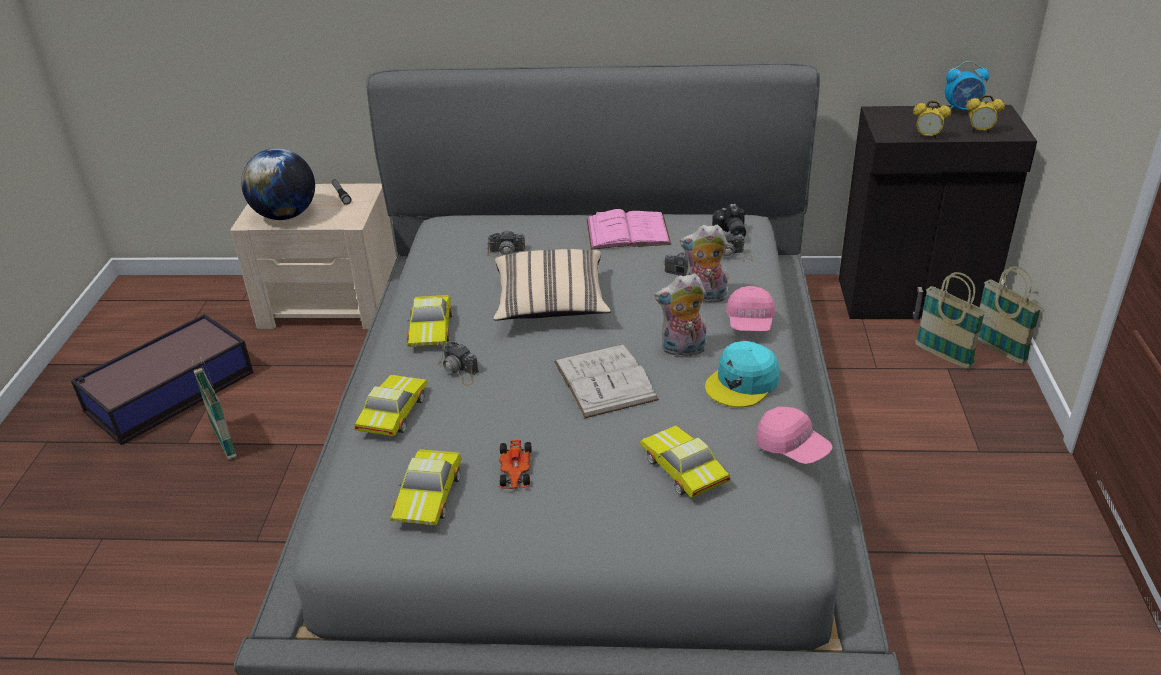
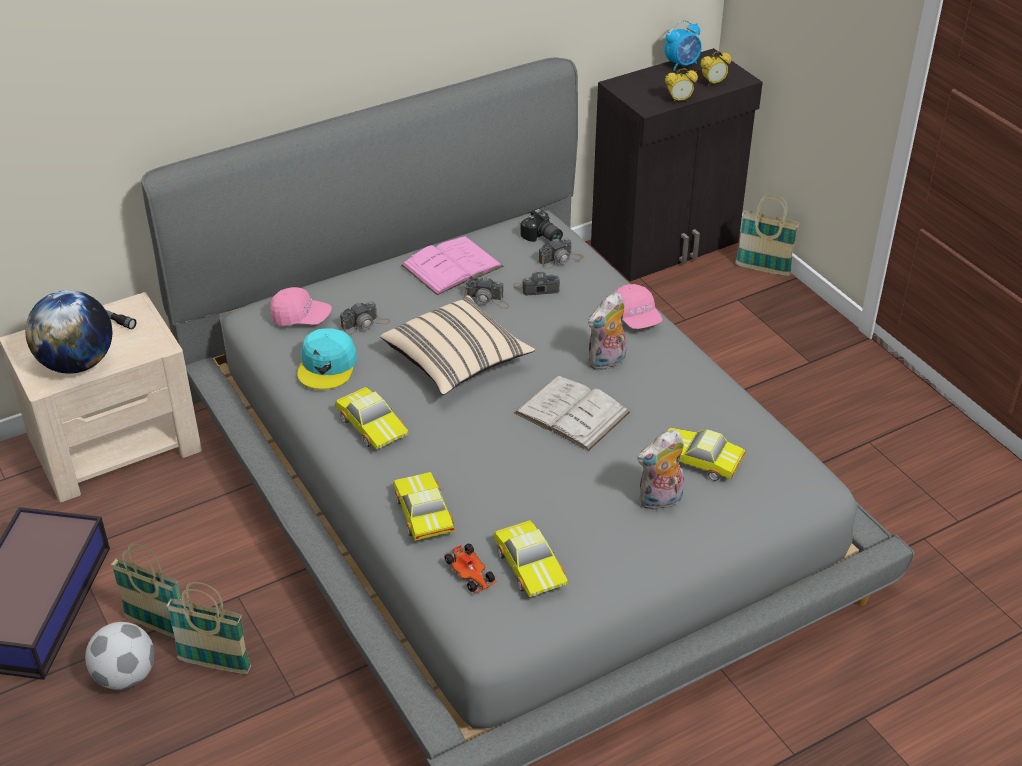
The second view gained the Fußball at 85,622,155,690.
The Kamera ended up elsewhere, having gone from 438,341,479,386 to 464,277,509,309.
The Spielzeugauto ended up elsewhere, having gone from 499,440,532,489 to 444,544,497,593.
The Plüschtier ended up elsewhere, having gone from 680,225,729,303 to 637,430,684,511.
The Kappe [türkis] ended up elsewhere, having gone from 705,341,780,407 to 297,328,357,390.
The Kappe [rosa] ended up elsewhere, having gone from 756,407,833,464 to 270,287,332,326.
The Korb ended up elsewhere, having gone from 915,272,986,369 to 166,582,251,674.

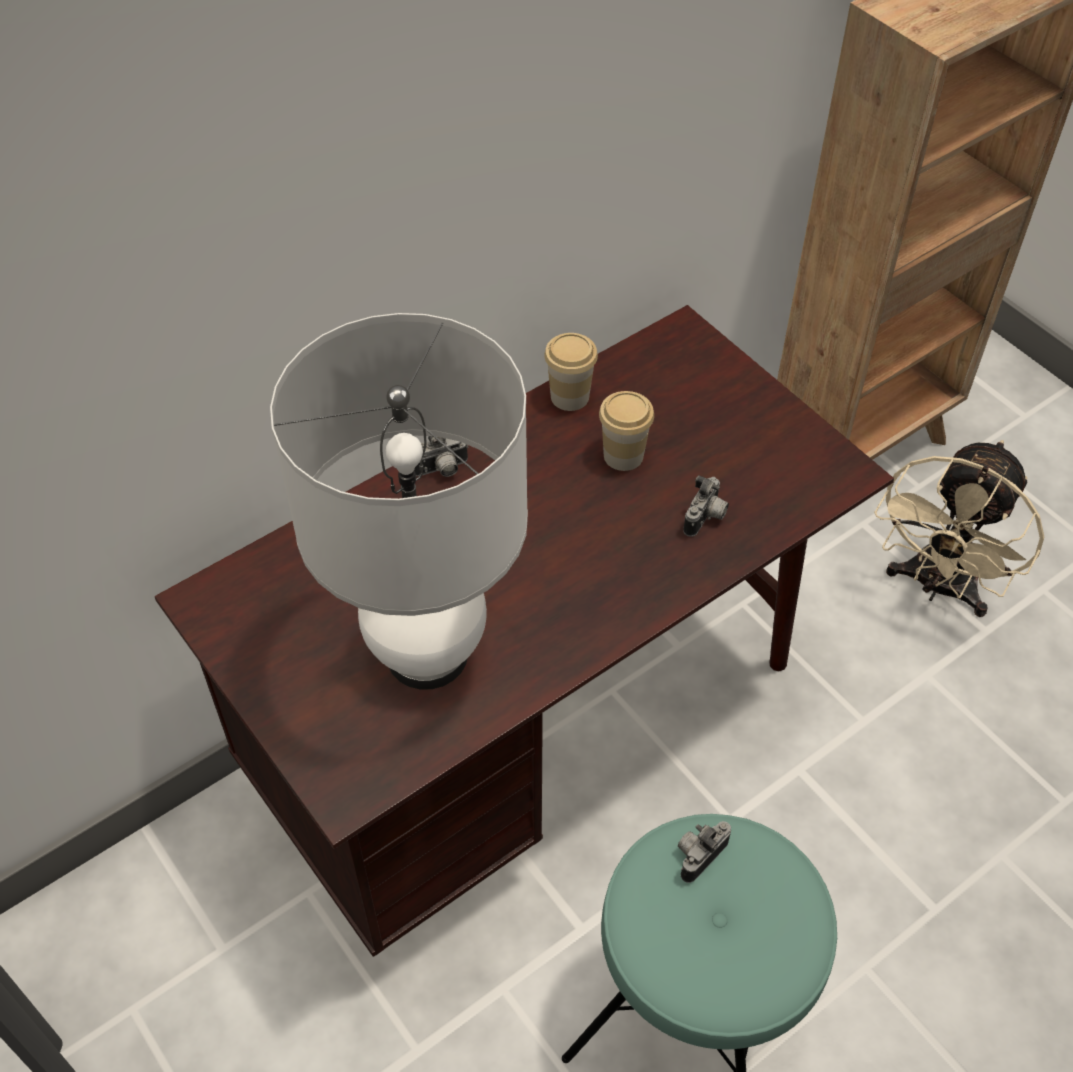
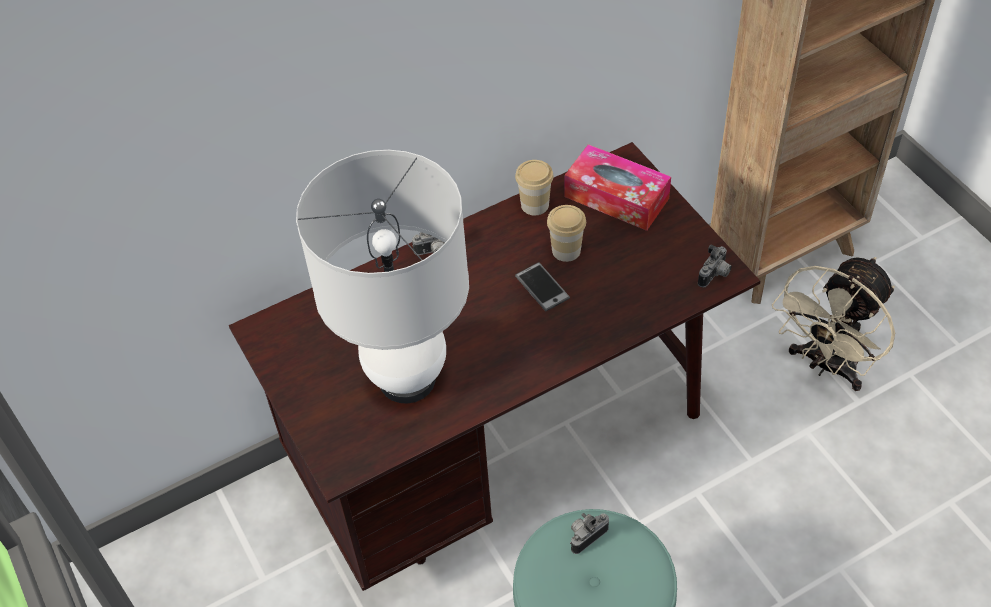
The second view gained the Handy at 515,262,570,311.
The second view gained the Taschentuchbox at 564,144,671,231.
The Kamera ended up elsewhere, having gone from 683,475,729,537 to 698,245,732,287.

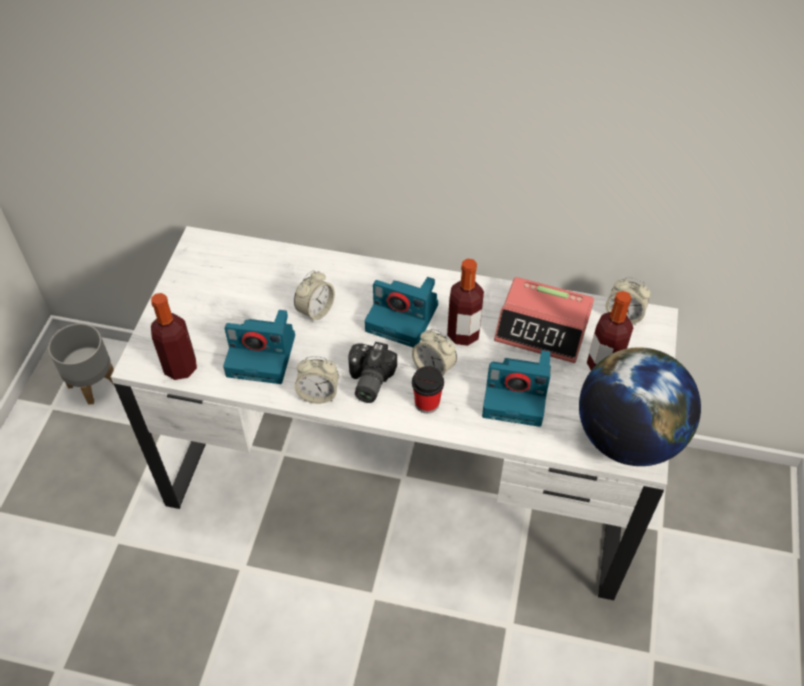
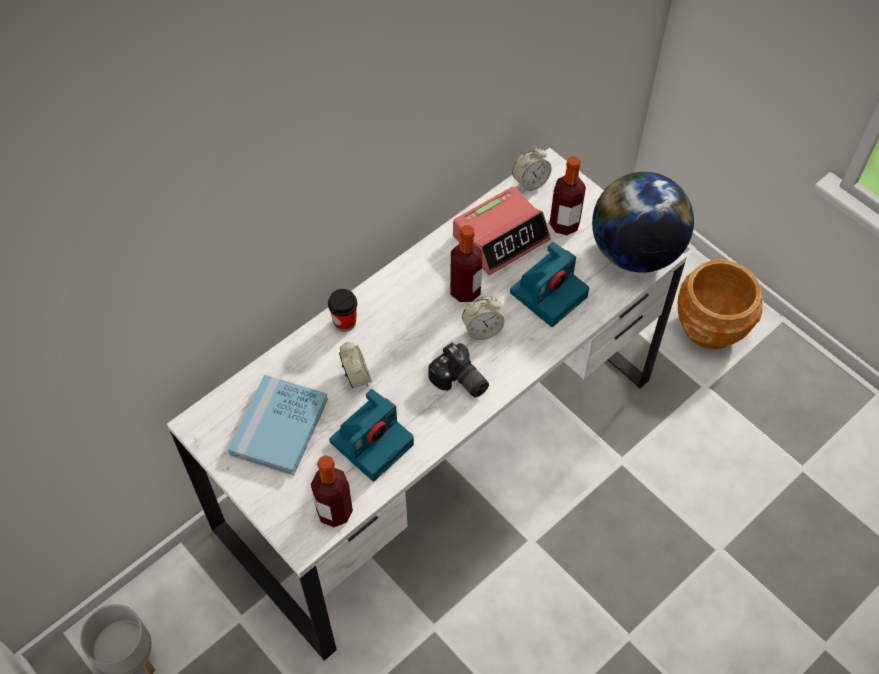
The second view lost the Wecker at 295,356,339,404.
The second view lost the Kamera at 365,277,438,347.
The second view gained the Buch [blau] at 228,375,328,475.
The second view gained the Pflanzkübel [braun] at 678,260,763,350.
The Tasse ended up elsewhere, having gone from 412,366,444,414 to 328,289,358,332.

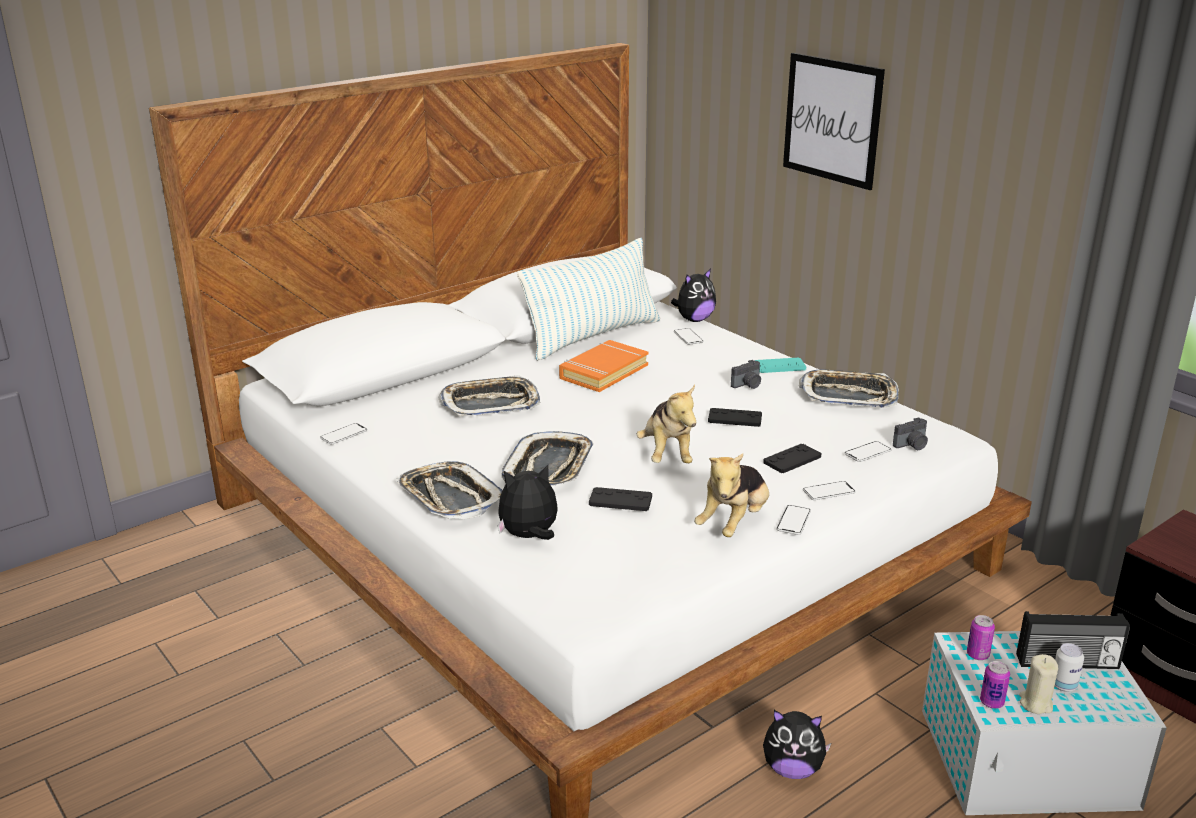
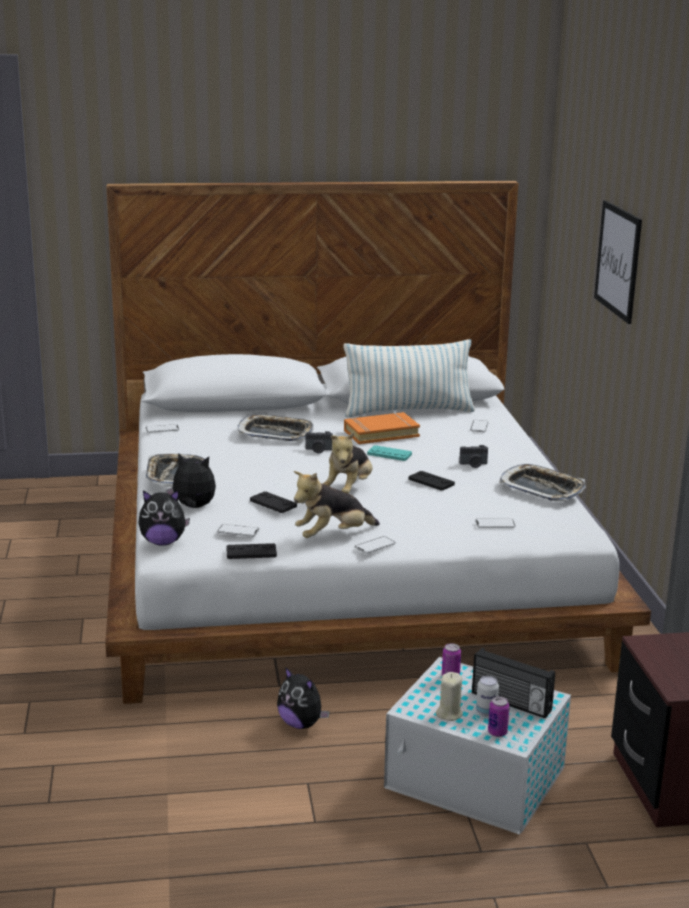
The second view lost the Tablett at 502,431,593,486.
The Plüschtier ended up elsewhere, having gone from 671,269,716,322 to 138,490,190,546.
The Gamepad [türkis] ended up elsewhere, having gone from 755,357,806,373 to 367,445,412,461.
The Gamepad [schwarz] ended up elsewhere, having gone from 763,444,821,473 to 226,543,277,559.
The Handy ended up elsewhere, having gone from 803,481,855,500 to 217,524,260,537.
The Kamera ended up elsewhere, having gone from 893,418,928,450 to 305,431,333,453.
The Dose ended up elsewhere, having gone from 980,661,1010,709 to 488,696,510,737.

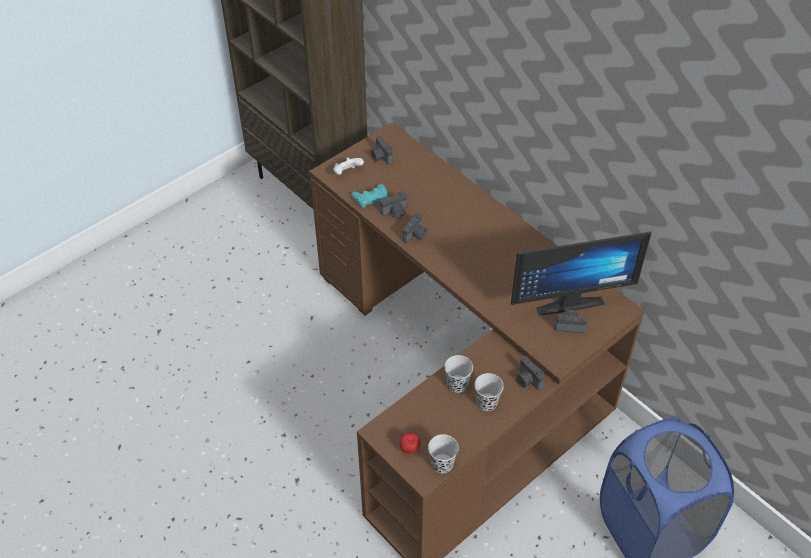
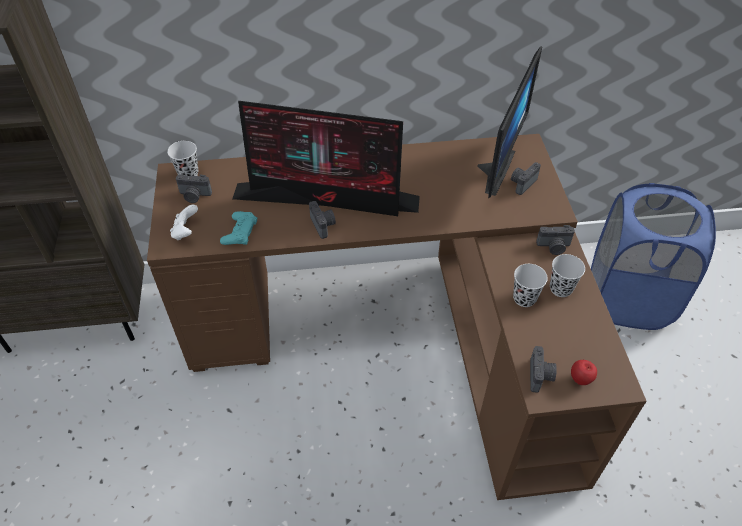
The second view gained the Monitor at 233,101,420,216.
The Kamera ended up elsewhere, having gone from 380,191,407,218 to 530,346,557,393.
The Tasse [schwarz] ended up elsewhere, having gone from 428,434,459,473 to 167,141,198,176.

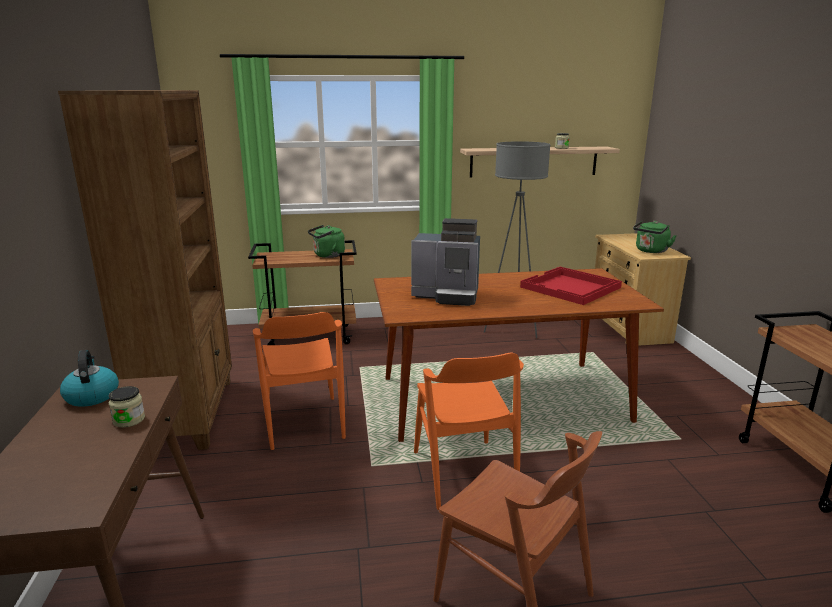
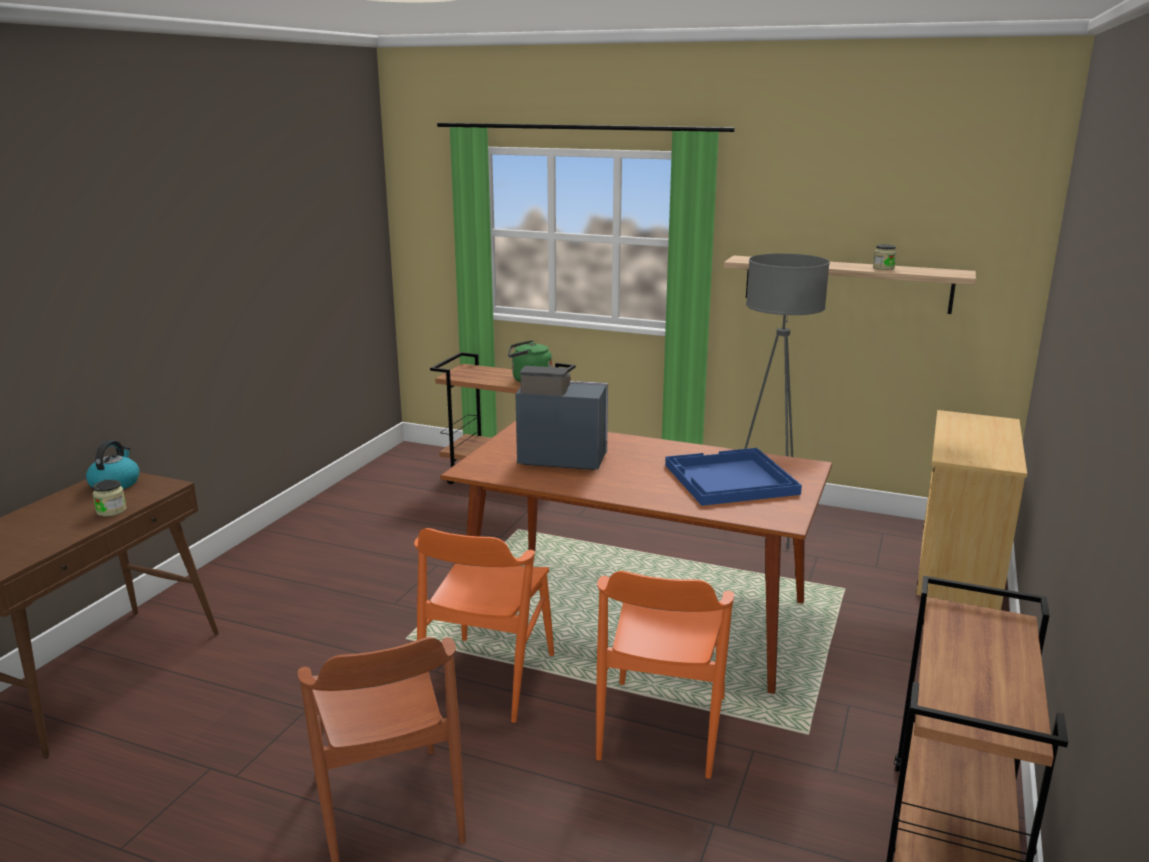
The second view lost the Bücherregal [braun] at 58,90,232,450.
The second view lost the Wasserkessel [grün] at 633,221,677,253.
The Stuhl [orange] ended up elsewhere, having gone from 253,312,346,450 to 596,571,734,779.
What was the Tablett [rot] at 520,267,622,305 turned into the Tablett [blau] at 665,448,802,506.
The Kaffeemaschine at 411,218,480,306 ended up facing another way, 150 degrees clockwise from before.

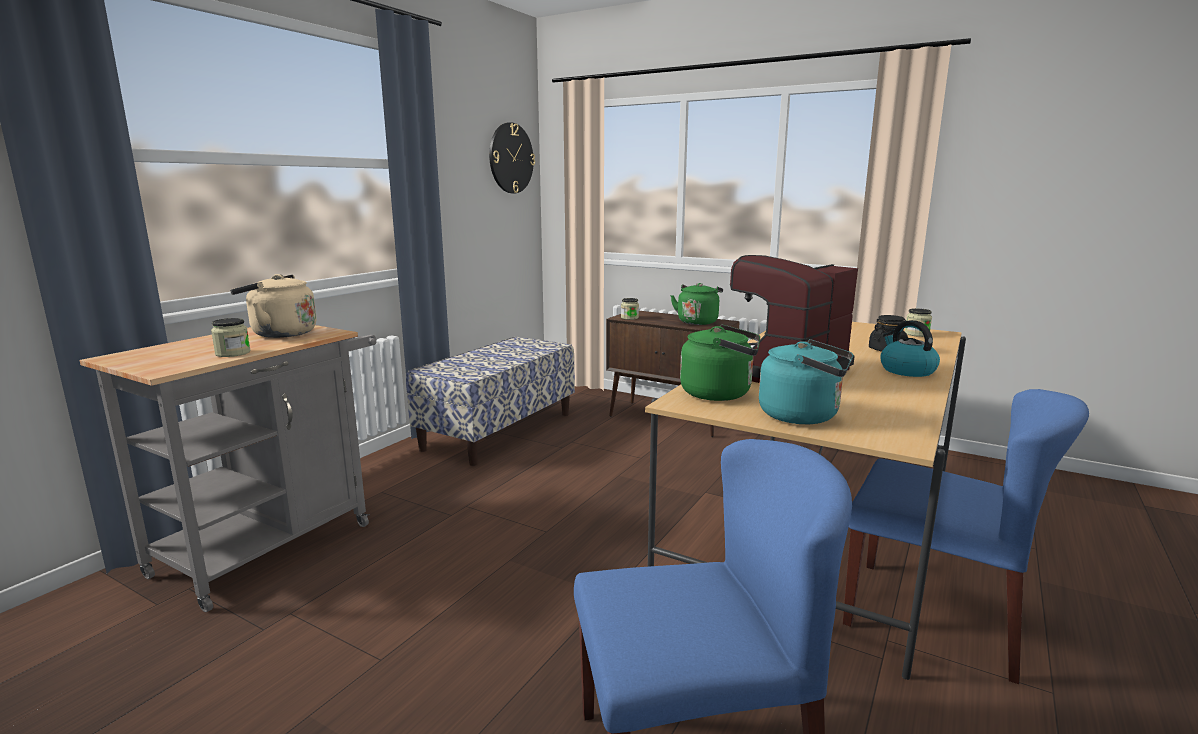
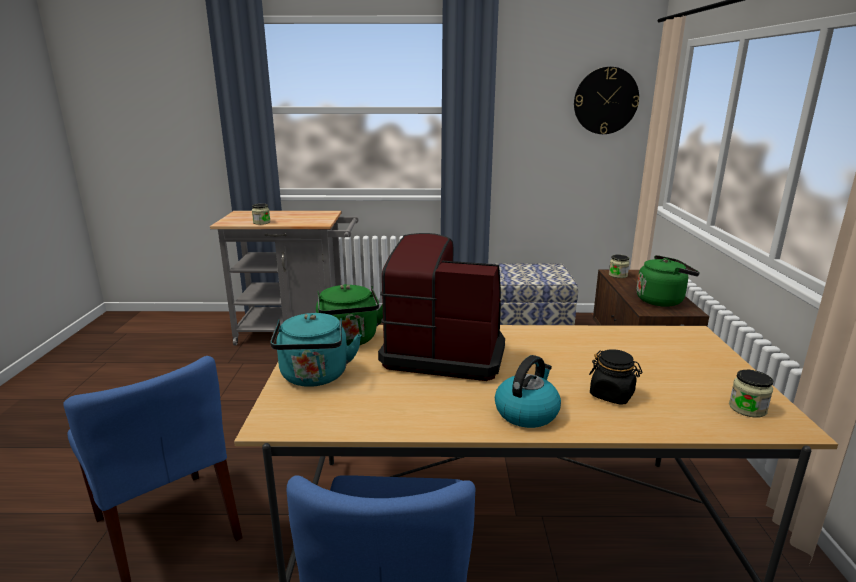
The second view lost the Wasserkessel [beige] at 230,274,317,338.

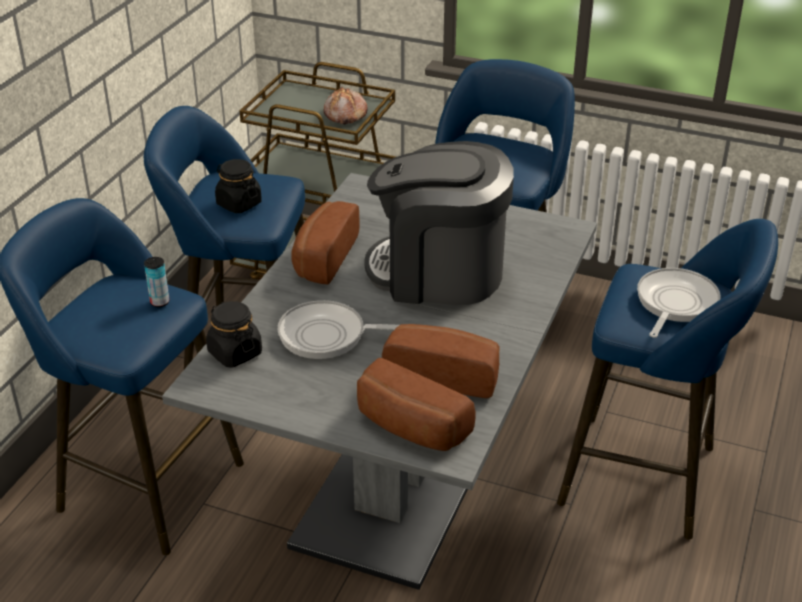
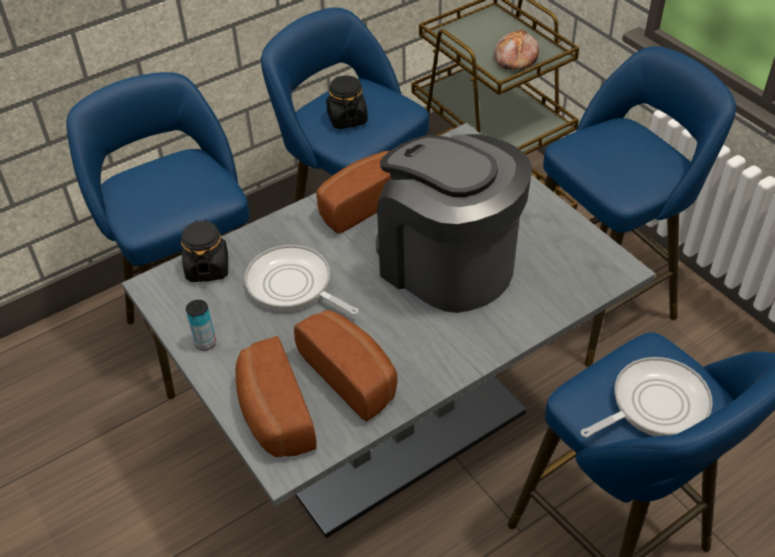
The Dose ended up elsewhere, having gone from 144,257,169,307 to 186,300,216,351.

